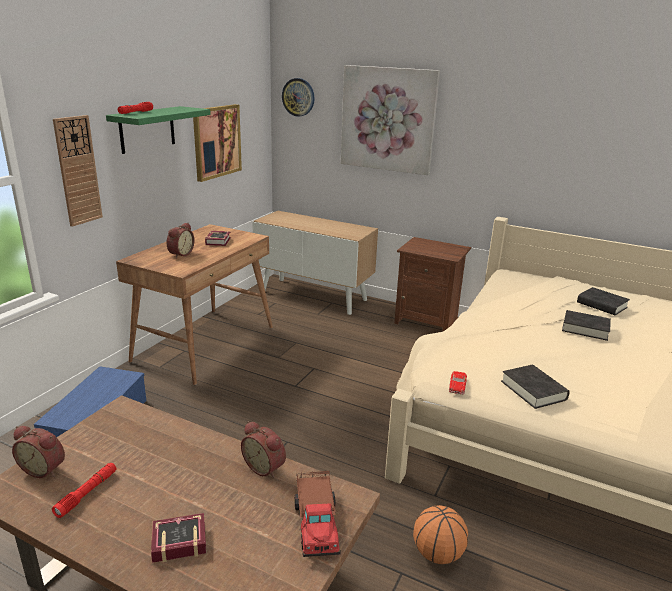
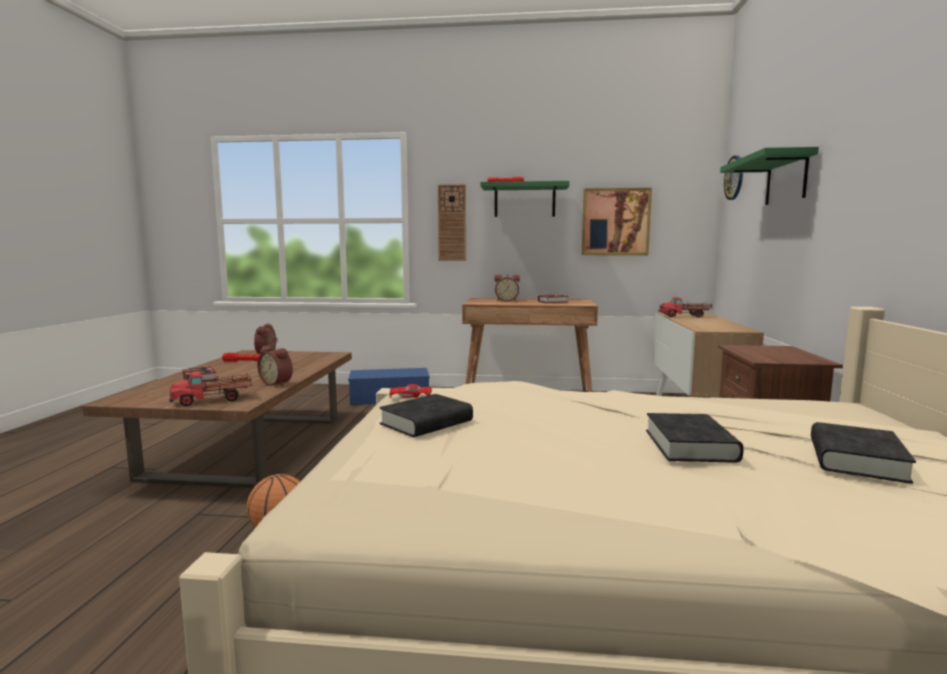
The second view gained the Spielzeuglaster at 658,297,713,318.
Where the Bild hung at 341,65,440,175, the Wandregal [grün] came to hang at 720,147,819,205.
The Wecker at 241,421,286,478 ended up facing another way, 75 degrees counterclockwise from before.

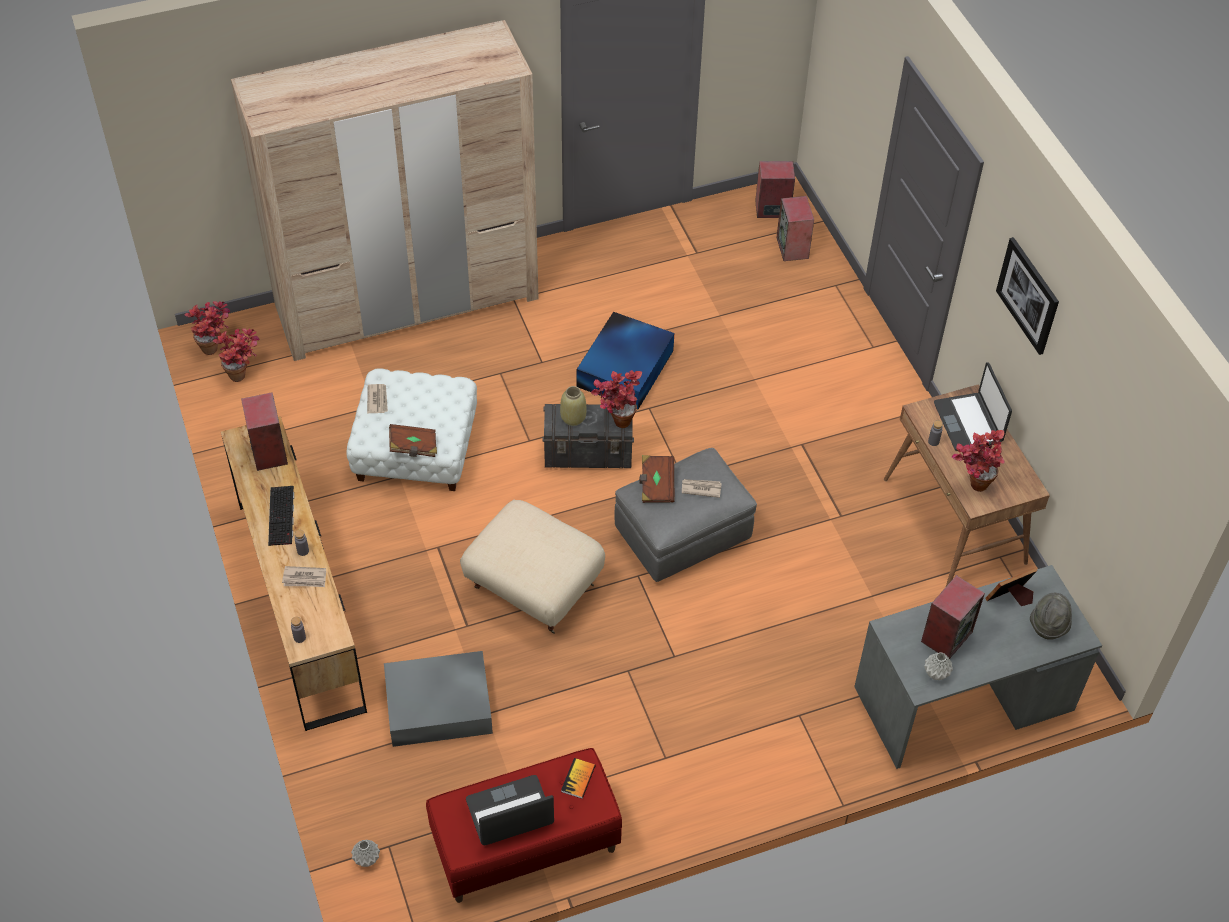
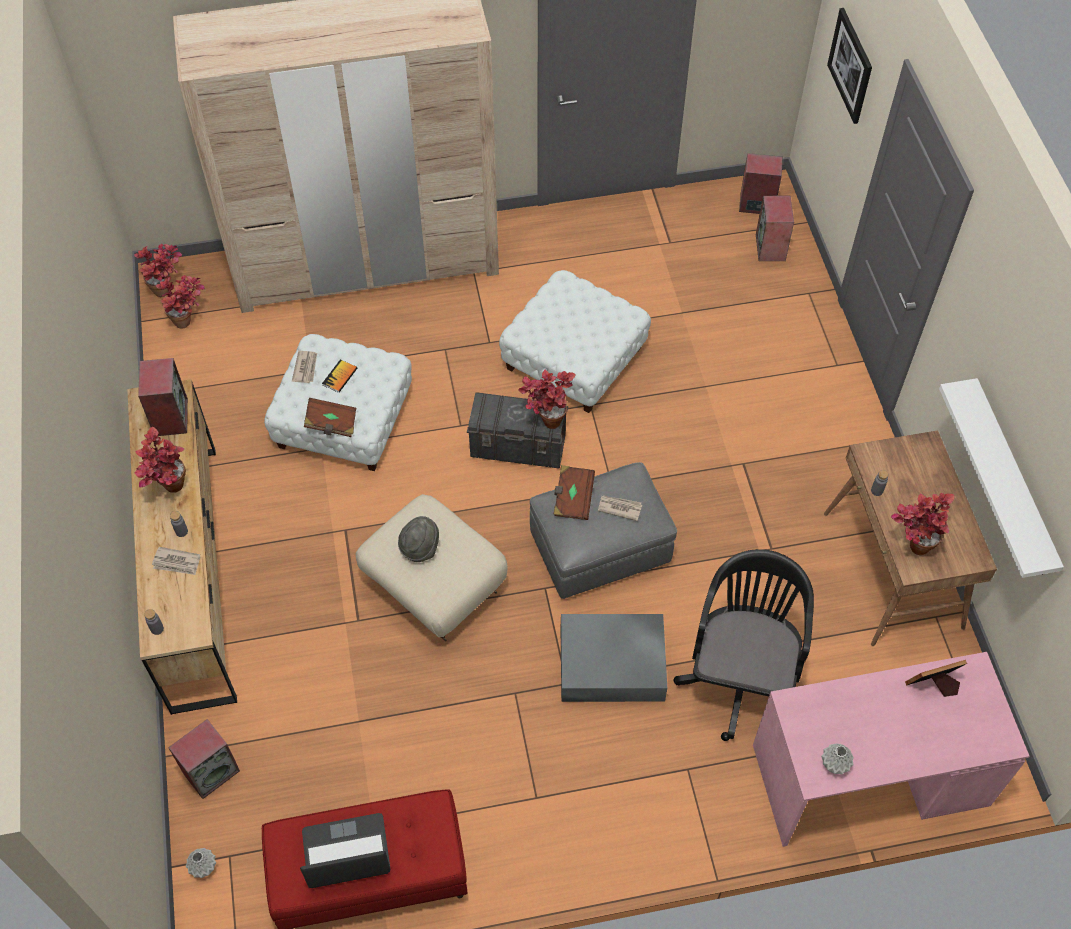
The second view lost the Vase [beige] at 560,386,587,426.
The second view lost the Laptop at 934,362,1012,451.
The second view gained the Bürostuhl [schwarz] at 674,549,814,741.
The second view gained the Wandregal [weiß] at 939,378,1064,578.
The Aufbewahrungsbox [grau] ended up elsewhere, having gone from 384,651,493,747 to 560,614,667,702.
The Buch ended up elsewhere, having gone from 561,758,596,799 to 322,360,357,393.
The Lautsprecher ended up elsewhere, having gone from 921,575,985,659 to 168,719,240,799.
The Bild ended up elsewhere, having gone from 996,237,1059,355 to 827,8,872,124.
The Hut [grau] ended up elsewhere, having gone from 1030,593,1072,640 to 398,516,439,562.
Where the Tastatur stood at 268,486,294,546, the Topfpflanze came to stand at 134,427,186,493.
Where the Aufbewahrungsbox [blau] stood at 577,312,674,409, the Polsterhocker [weiß] came to stand at 499,270,651,413.
What was the Schreibtisch [grau] at 854,565,1102,769 turned into the Schreibtisch [rosa] at 753,652,1029,847.

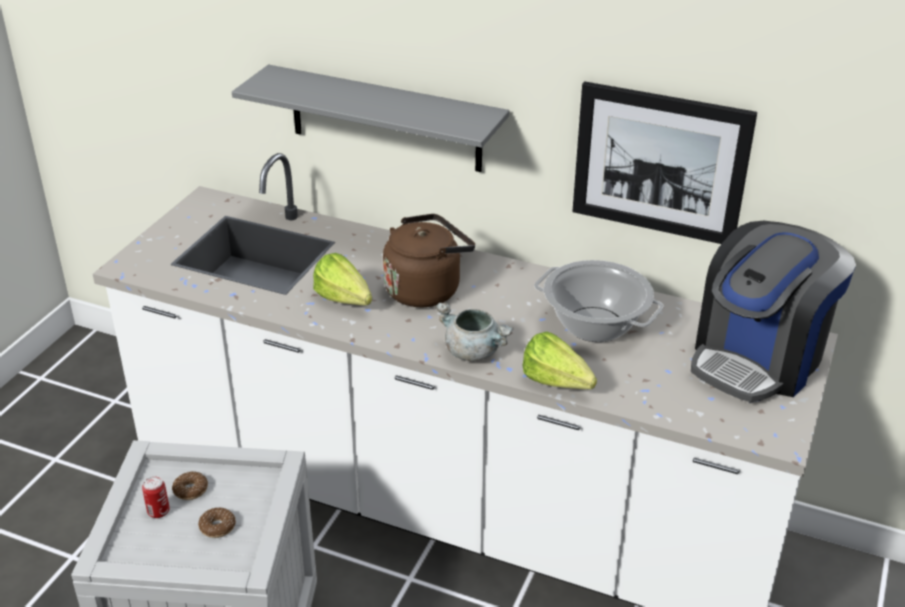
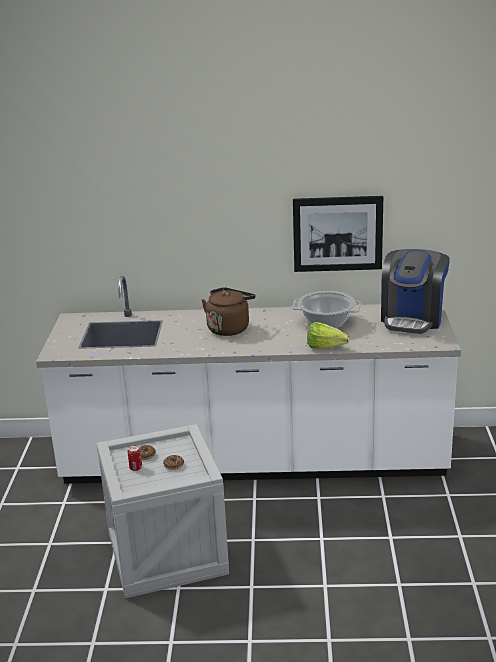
The second view lost the Wandregal [grau] at 232,65,509,172.
The second view lost the Salatkopf at 313,253,372,305.
The second view lost the Kochtopf [grau] at 435,303,514,361.

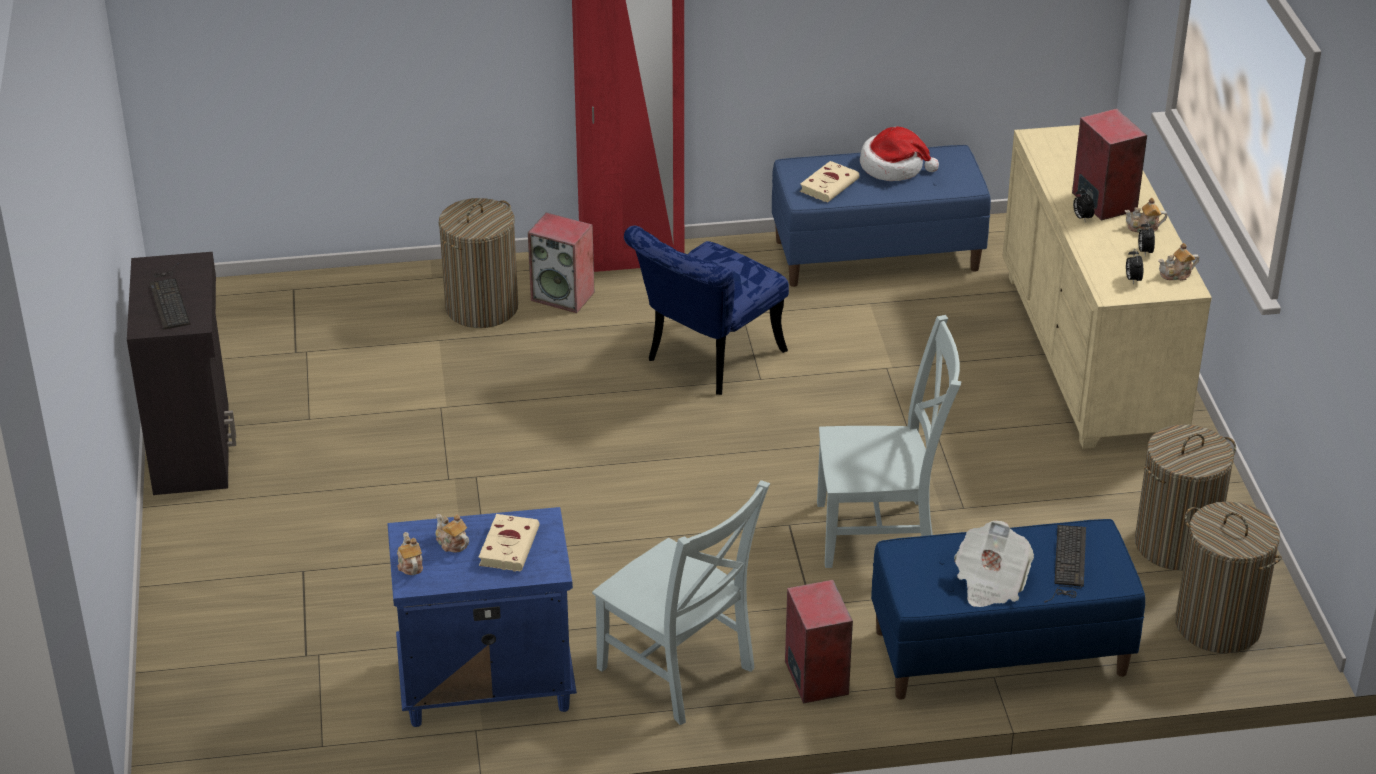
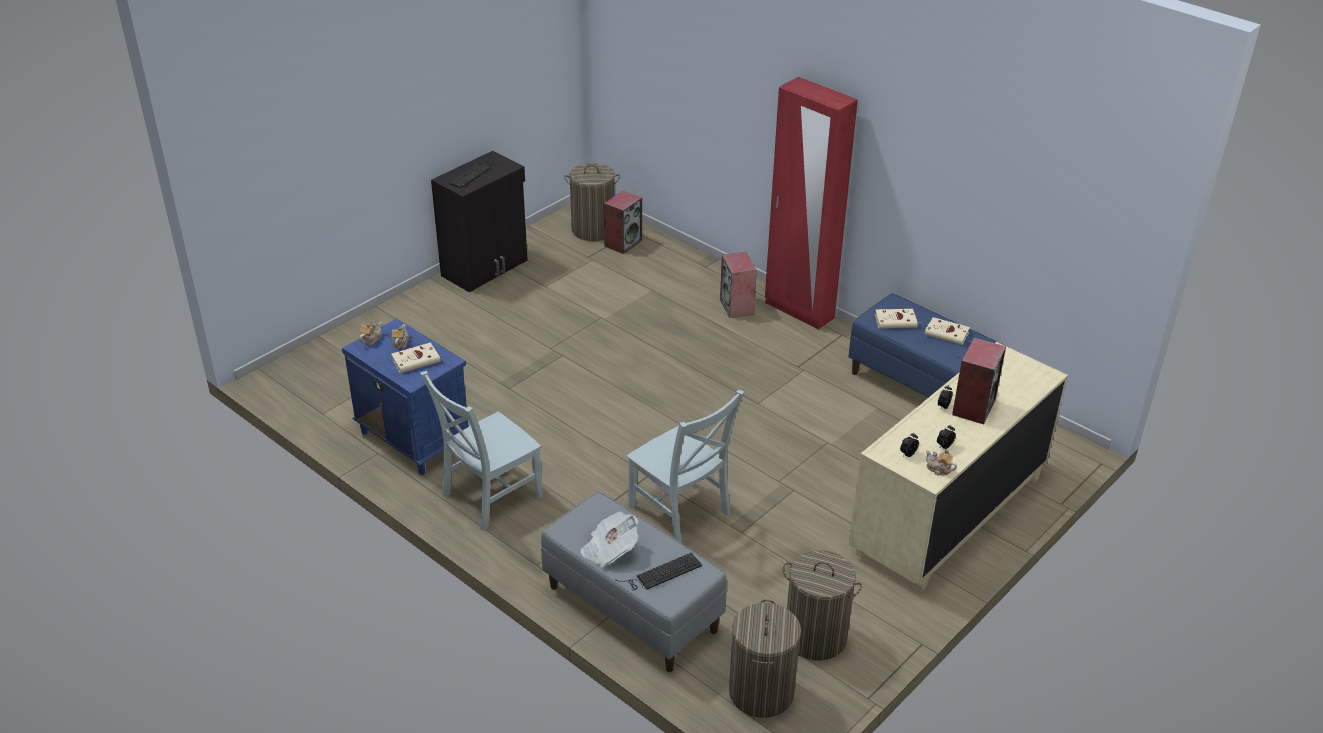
The second view lost the Stuhl [blau] at 624,226,789,395.
The second view lost the Teekanne at 1125,198,1167,232.
The Wäschekorb ended up elsewhere, having gone from 439,198,518,328 to 564,163,620,241.
The Lautsprecher ended up elsewhere, having gone from 785,580,853,704 to 604,190,642,254.
Where the Hut stood at 860,127,939,181, the Buch [beige] came to stand at 925,317,972,345.
What was the Bank [blau] at 871,519,1145,700 turned into the Bank [grau] at 541,492,727,672.
The Stuhl [grau] at 592,480,770,725 ended up facing another way, 45 degrees clockwise from before.

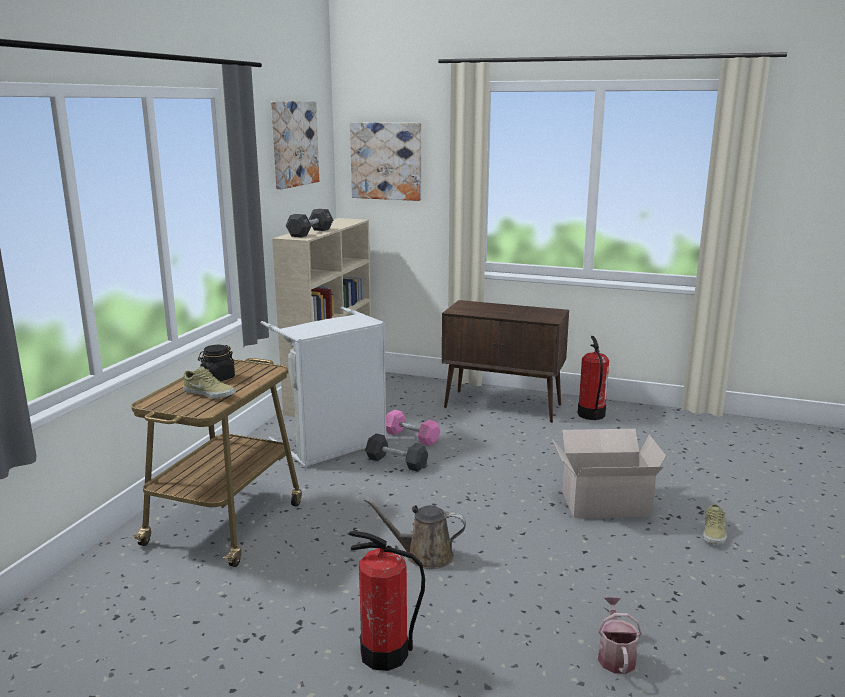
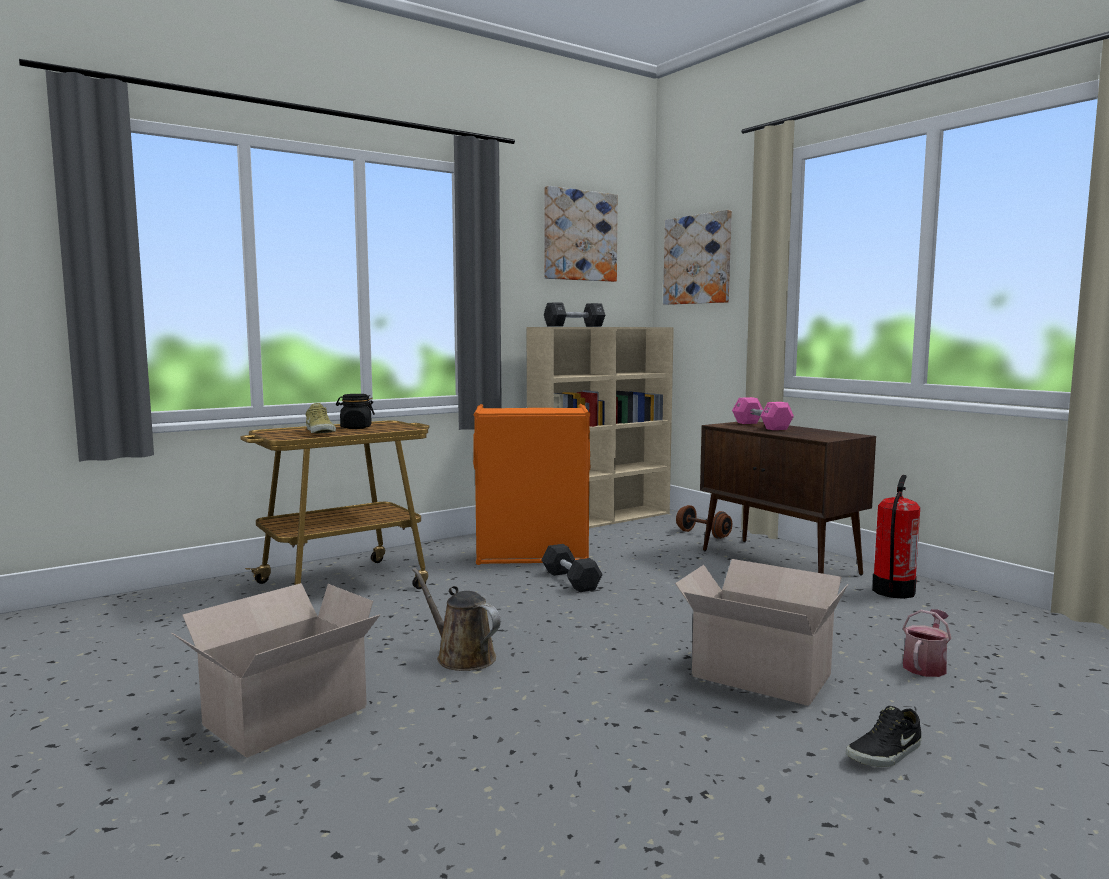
The second view gained the Hantel [braun] at 676,505,732,539.
The Hantel [rosa] ended up elsewhere, having gone from 386,410,440,446 to 732,397,794,430.
The Gießkanne ended up elsewhere, having gone from 598,597,642,674 to 902,609,952,677.
Where the Feuerlöscher stood at 349,531,425,671, the Karton came to stand at 172,583,380,758.
What was the Wäschekorb [grau] at 261,307,387,467 turned into the Wäschekorb [orange] at 473,404,590,565.
What was the Schuh [beige] at 703,504,727,545 turned into the Schuh [schwarz] at 846,706,922,767.

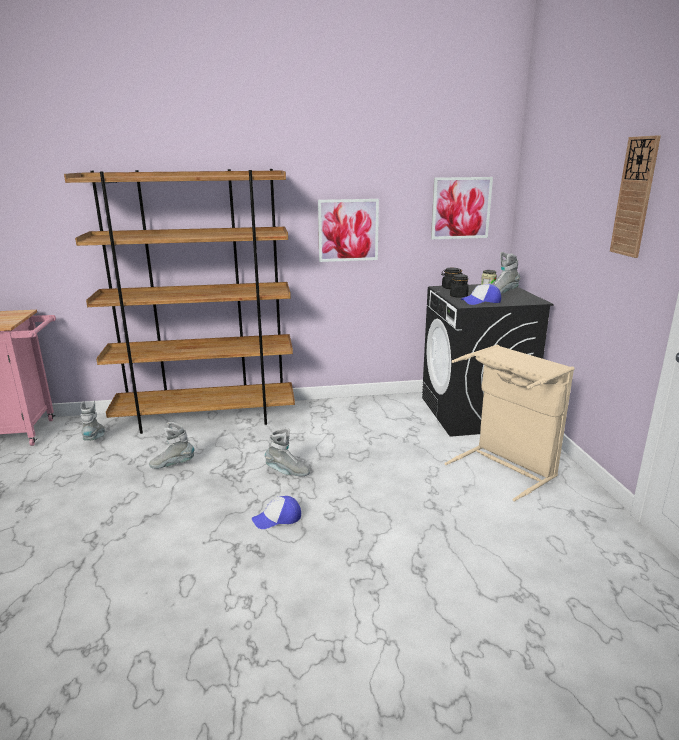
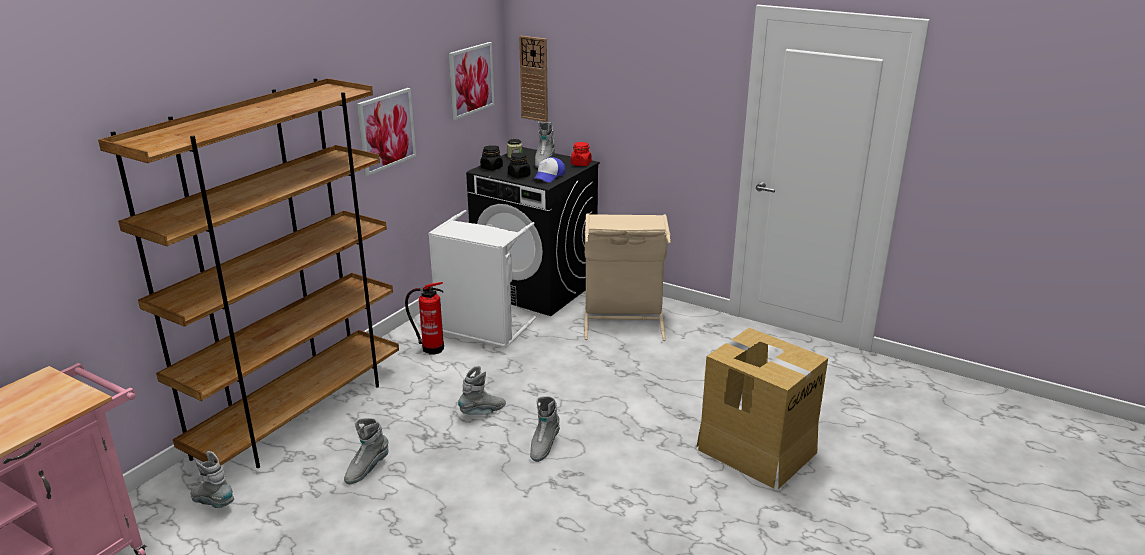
The second view gained the Feuerlöscher at 405,282,444,355.
The second view gained the Wäschekorb [weiß] at 428,210,536,348.
The second view gained the Vorratsglas [rot] at 571,142,592,166.
The second view gained the Karton at 696,328,828,489.
The Wanduhr ended up elsewhere, having gone from 610,135,661,258 to 519,36,548,122.
Where the Kappe stood at 252,496,301,529, the Stiefel [grau] came to stand at 530,396,560,462.

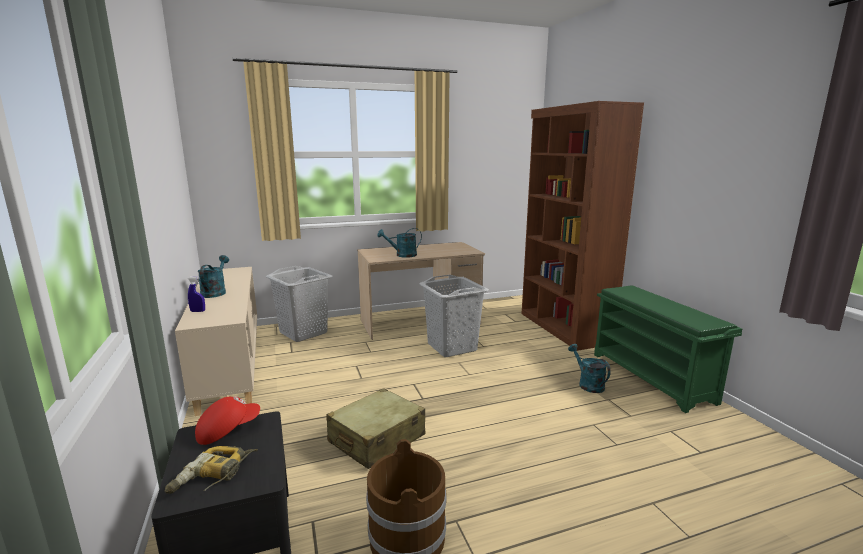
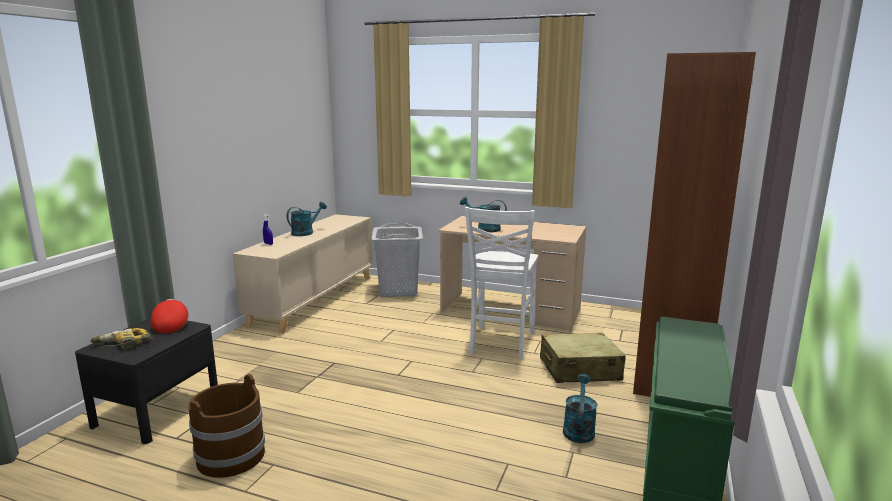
The Koffer [beige] ended up elsewhere, having gone from 326,388,425,469 to 540,333,626,383.
Where the Wäschekorb [grau] stood at 419,275,489,357, the Stuhl [weiß] came to stand at 465,207,538,360.
The Kappe [rot] at 195,396,260,445 ended up facing another way, 105 degrees counterclockwise from before.

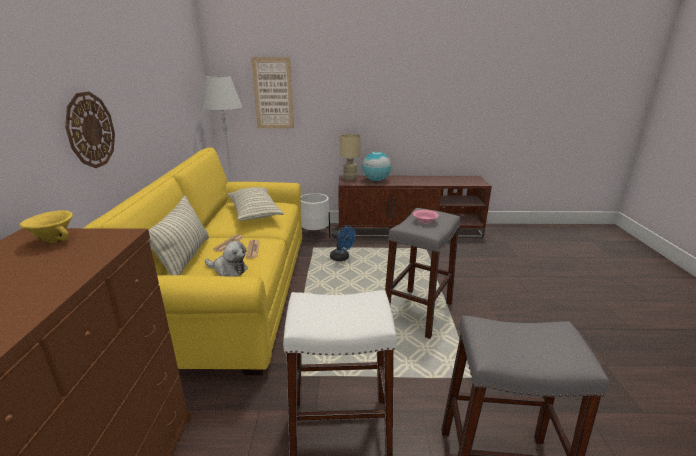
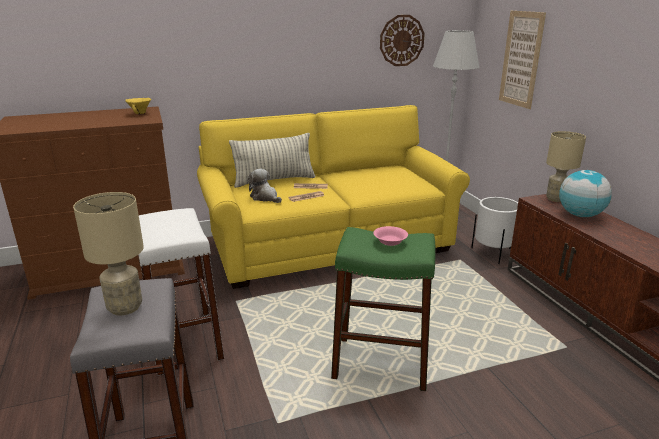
The second view lost the Kissen at 227,187,284,221.
The second view lost the Ventilator [blau] at 330,226,356,261.
The second view gained the Tischlampe [beige] at 73,192,144,315.
The Wanduhr ended up elsewhere, having gone from 65,91,115,168 to 380,15,425,66.
What was the Hocker [grau] at 385,208,460,339 turned into the Hocker [grün] at 331,227,435,391.
The Plüschtier at 205,241,248,277 ended up facing another way, 135 degrees clockwise from before.

